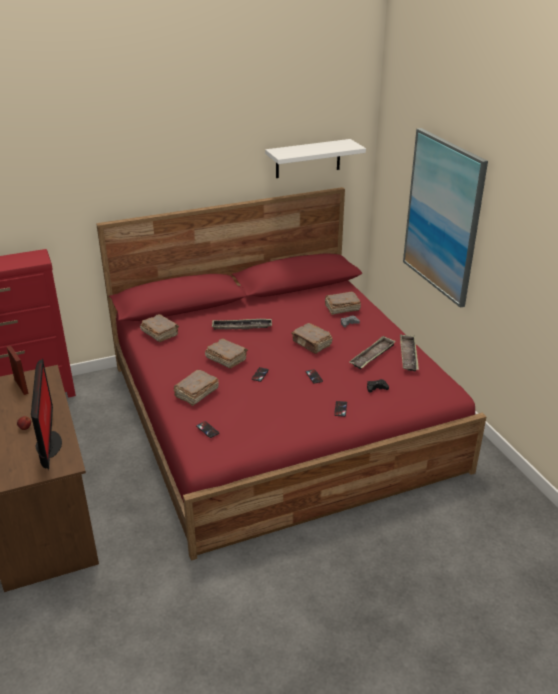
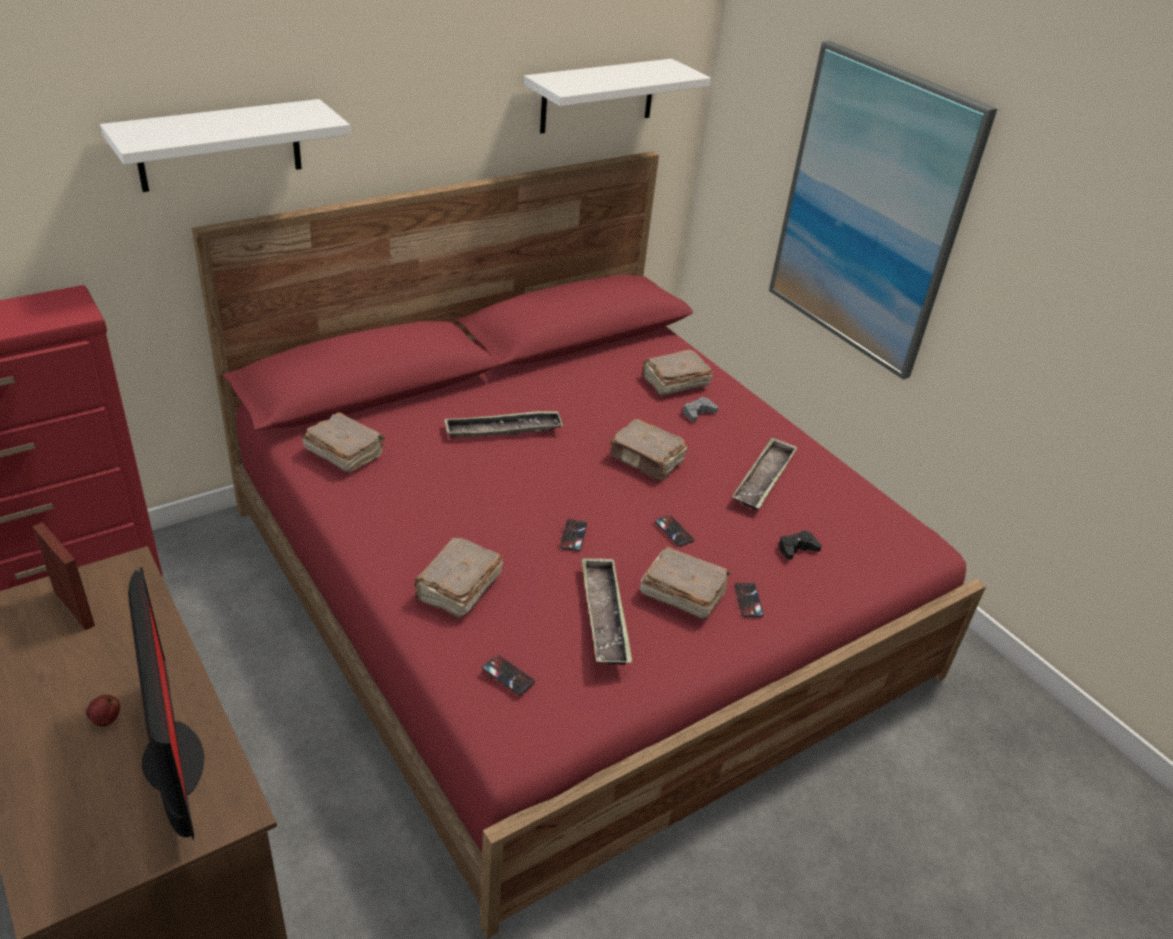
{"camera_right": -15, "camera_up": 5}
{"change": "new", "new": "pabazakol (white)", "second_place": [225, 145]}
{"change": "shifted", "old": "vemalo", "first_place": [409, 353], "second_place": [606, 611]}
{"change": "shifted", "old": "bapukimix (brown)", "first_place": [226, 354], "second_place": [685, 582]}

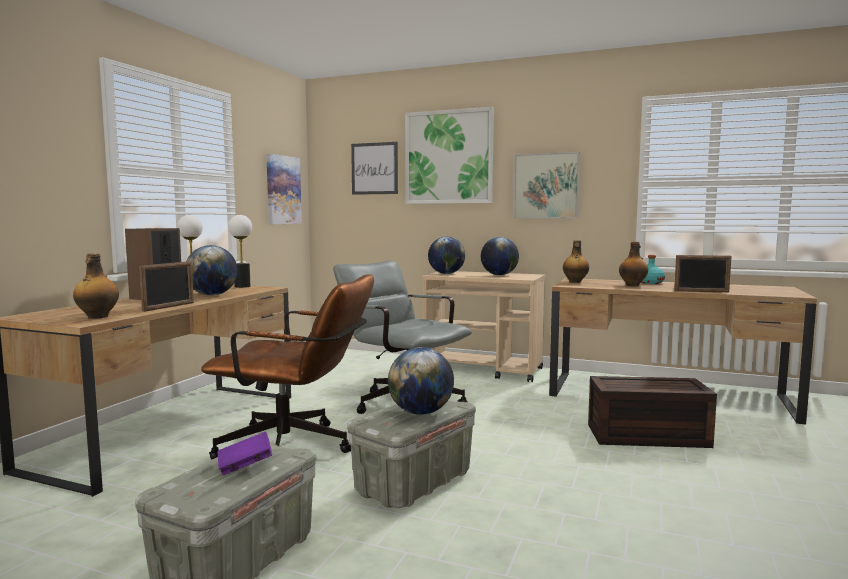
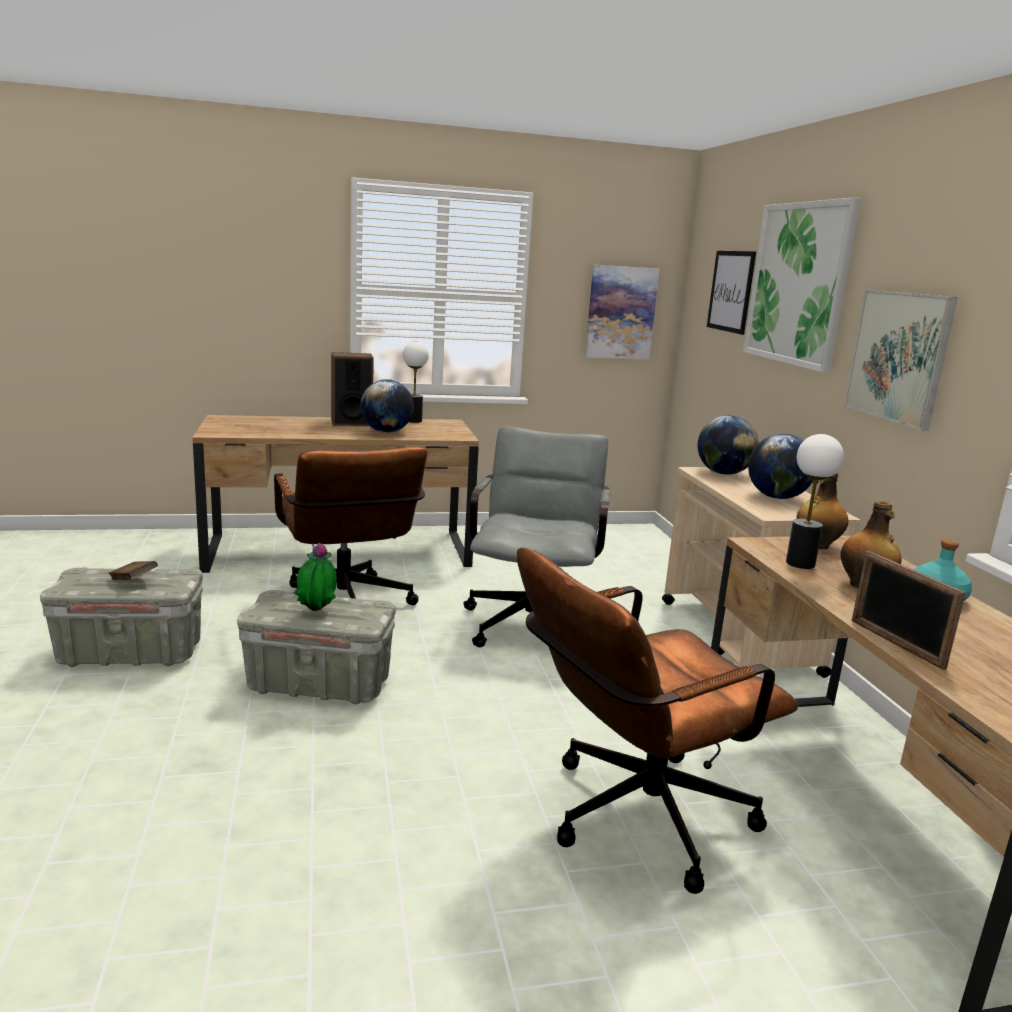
{"camera_right": 55, "camera_up": 10}
{"change": "repainted", "old": "bapukimix (purple)", "new": "bapukimix (brown)", "first_place": [244, 453], "second_place": [133, 570]}
{"change": "swapped", "old": "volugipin", "new": "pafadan", "first_place": [421, 381], "second_place": [315, 577]}
{"change": "swapped", "old": "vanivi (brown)", "new": "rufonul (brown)", "first_place": [652, 412], "second_place": [657, 721]}
{"change": "shifted", "old": "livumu", "first_place": [240, 251], "second_place": [815, 501]}
{"change": "gone", "old": "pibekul", "first_place": [96, 286]}
{"change": "gone", "old": "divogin", "first_place": [166, 286]}

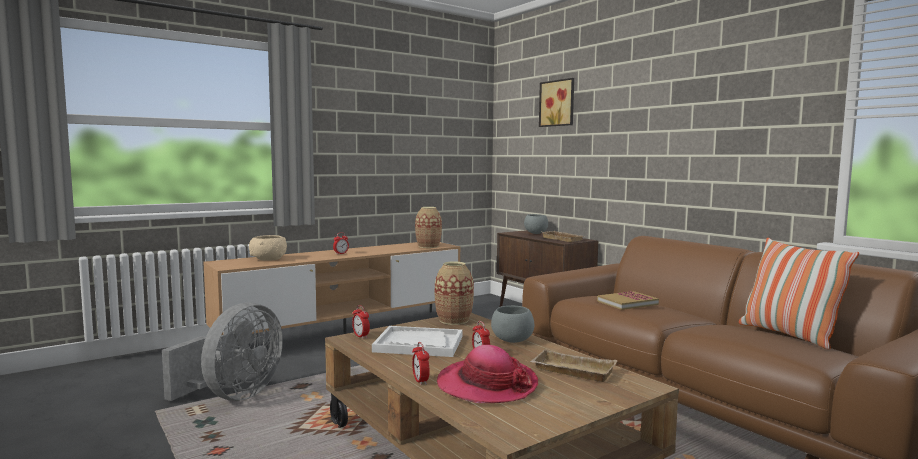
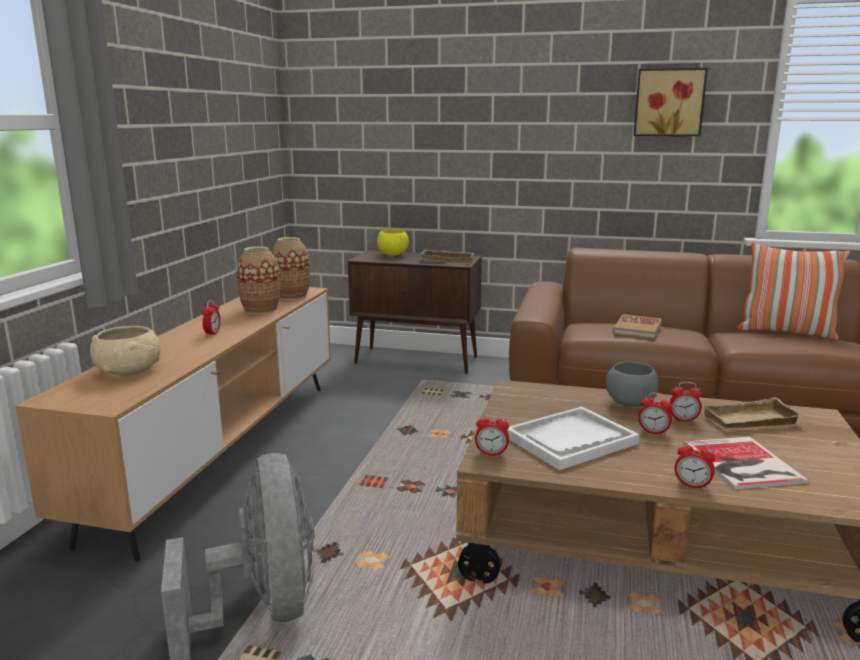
{"camera_right": -40, "camera_up": 10}
{"change": "shifted", "old": "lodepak", "first_place": [454, 293], "second_place": [258, 280]}
{"change": "repainted", "old": "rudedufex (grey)", "new": "rudedufex (yellow)", "first_place": [536, 224], "second_place": [393, 243]}
{"change": "shifted", "old": "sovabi", "first_place": [556, 102], "second_place": [670, 102]}
{"change": "new", "new": "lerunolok", "second_place": [686, 402]}
{"change": "swapped", "old": "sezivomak", "new": "bapukimix", "first_place": [487, 374], "second_place": [746, 463]}

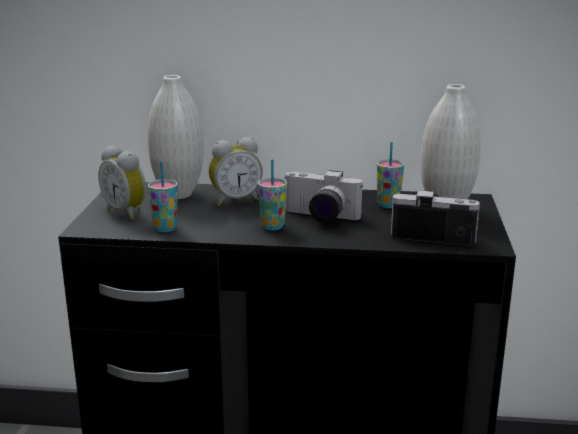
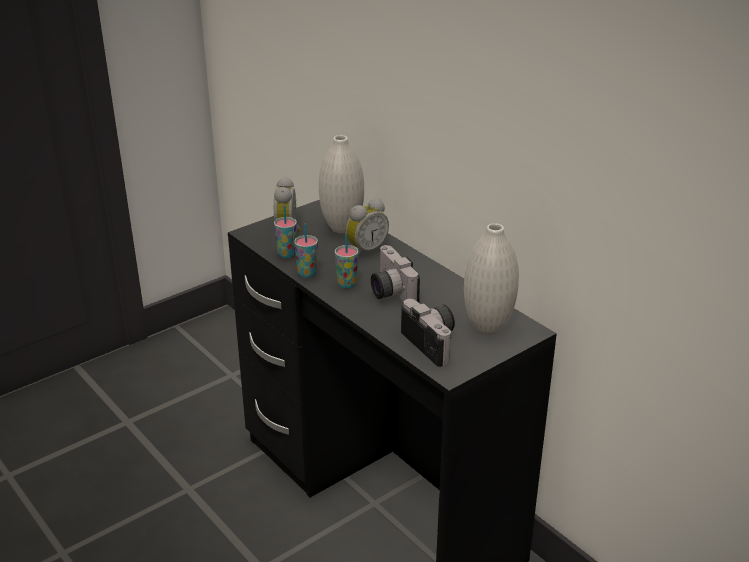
{"camera_right": 45, "camera_up": 10}
{"change": "shifted", "old": "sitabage", "first_place": [390, 175], "second_place": [306, 251]}
{"change": "rotated", "old": "lerunolok", "first_place": [236, 171], "second_place": [367, 228], "degrees": -60}

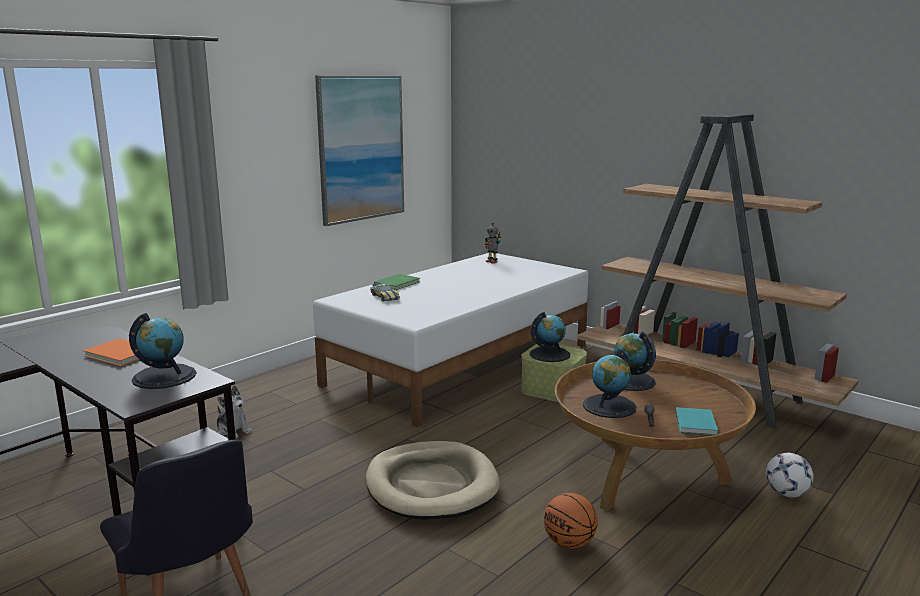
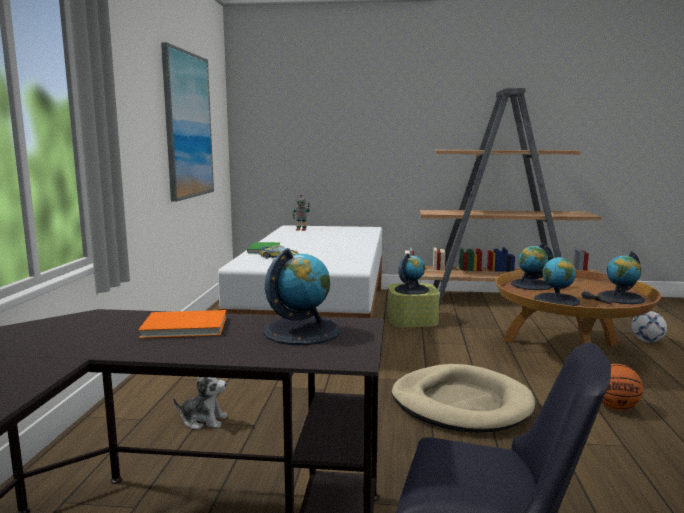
{"camera_right": -35, "camera_up": -5}
{"change": "swapped", "old": "bapukimix (turquoise)", "new": "volugipin", "first_place": [696, 421], "second_place": [621, 277]}

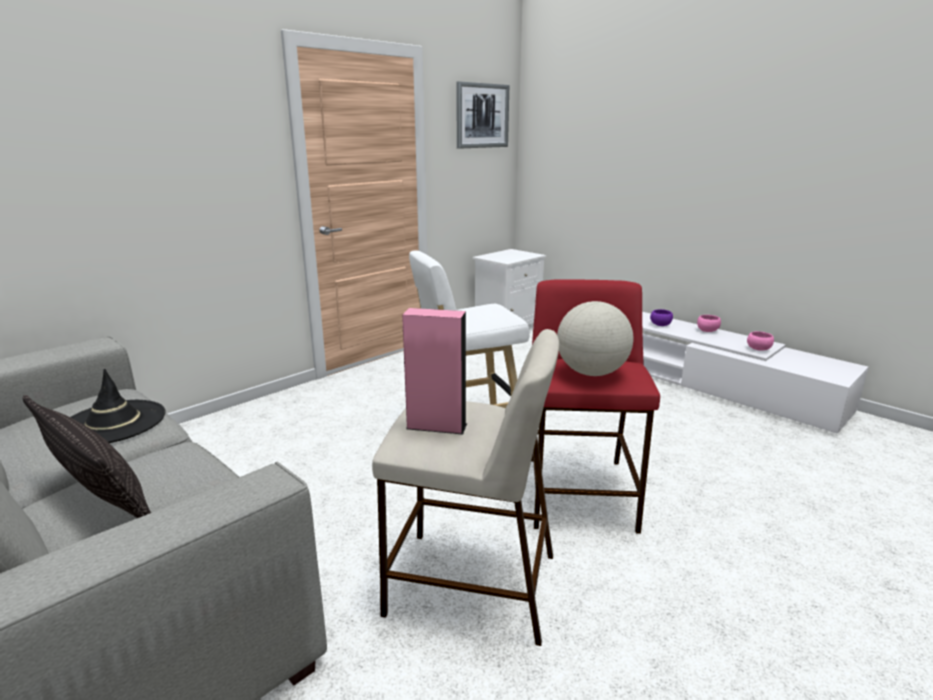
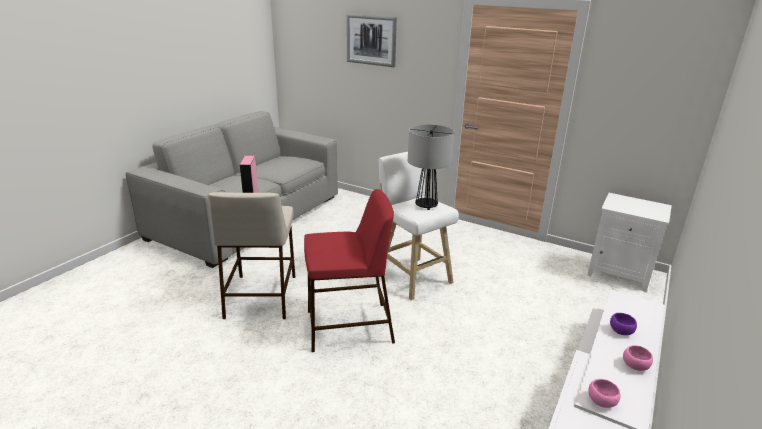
{"camera_right": 75, "camera_up": 5}
{"change": "shifted", "old": "sovabi", "first_place": [482, 114], "second_place": [371, 40]}
{"change": "new", "new": "livumu", "second_place": [431, 167]}
{"change": "gone", "old": "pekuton", "first_place": [86, 456]}
{"change": "gone", "old": "sezivomak (black)", "first_place": [117, 405]}
{"change": "gone", "old": "volugipin", "first_place": [595, 338]}

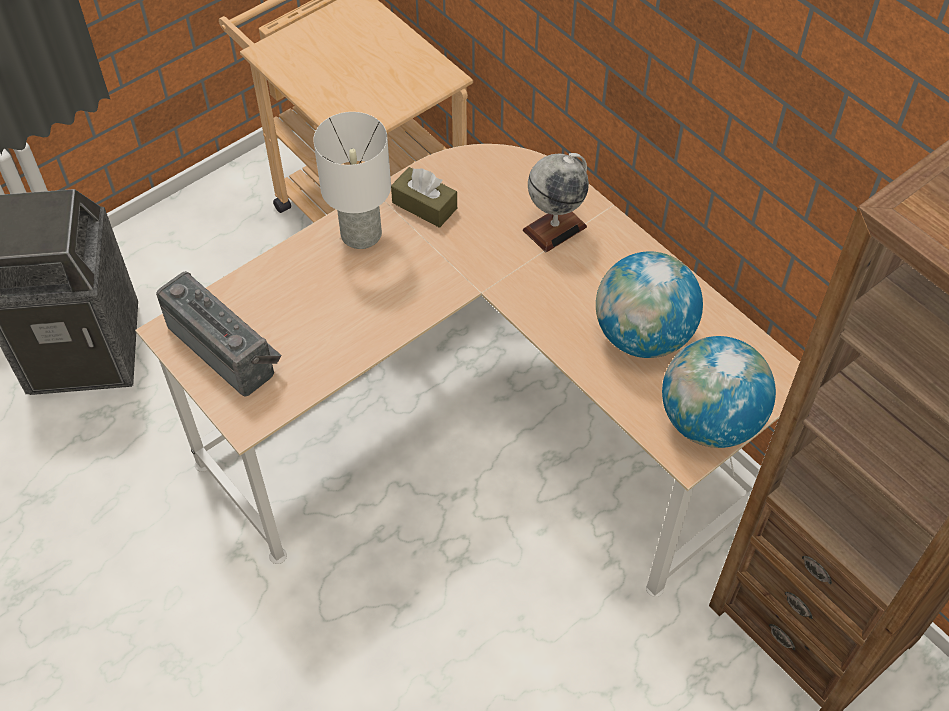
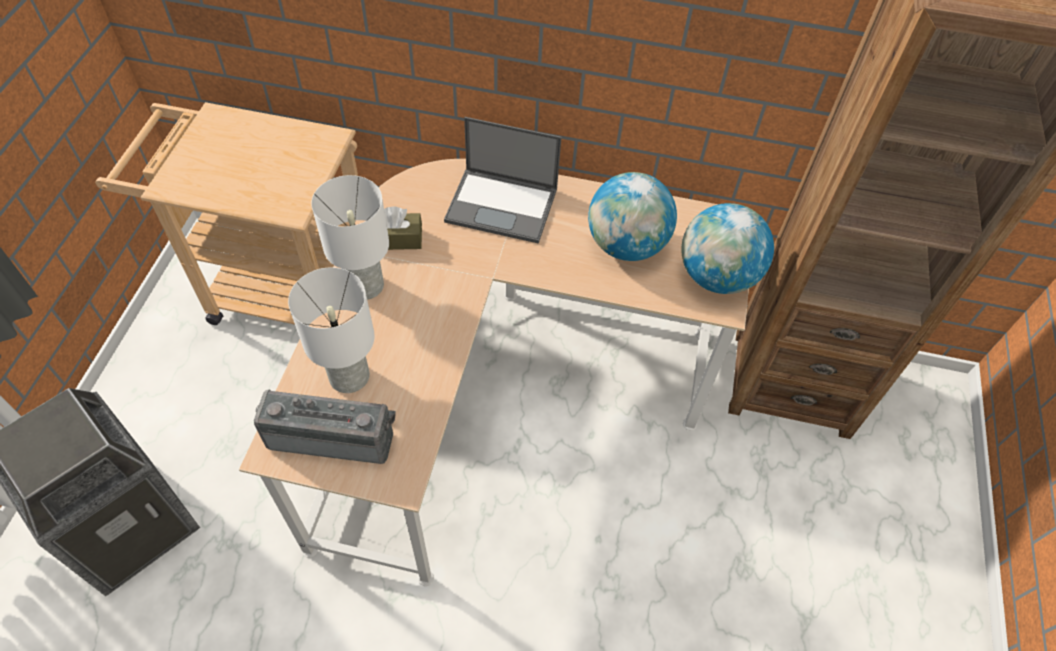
{"camera_right": -40, "camera_up": 0}
{"change": "new", "new": "livumu (white)", "second_place": [331, 330]}
{"change": "swapped", "old": "volugipin", "new": "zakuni", "first_place": [556, 203], "second_place": [503, 180]}

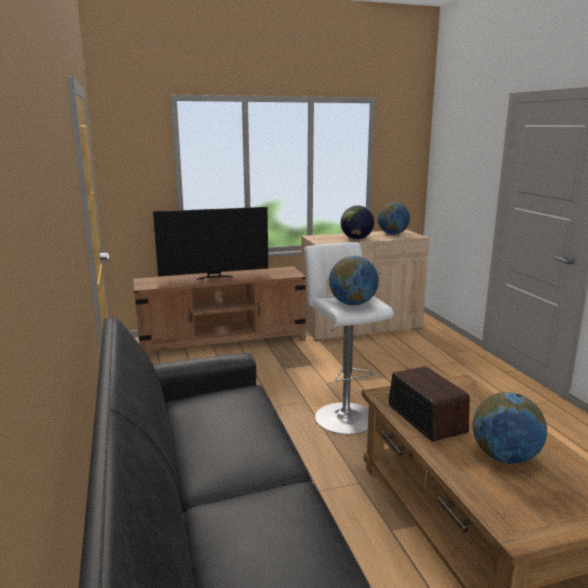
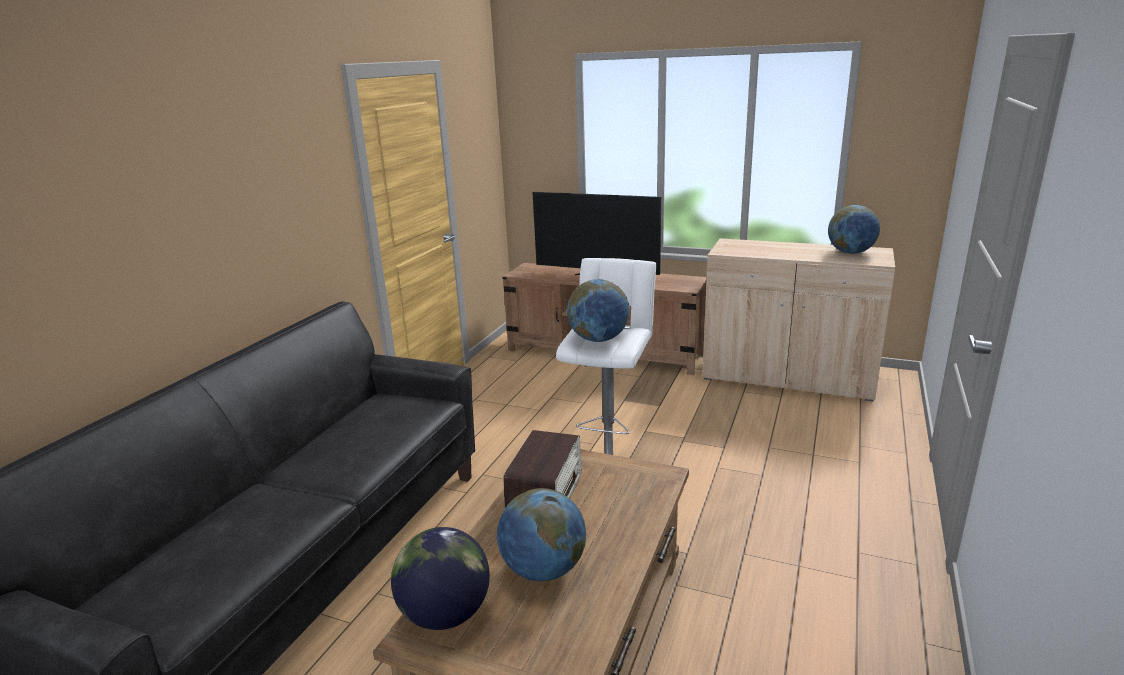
{"camera_right": 40, "camera_up": 5}
{"change": "shifted", "old": "volugipin", "first_place": [357, 222], "second_place": [440, 578]}

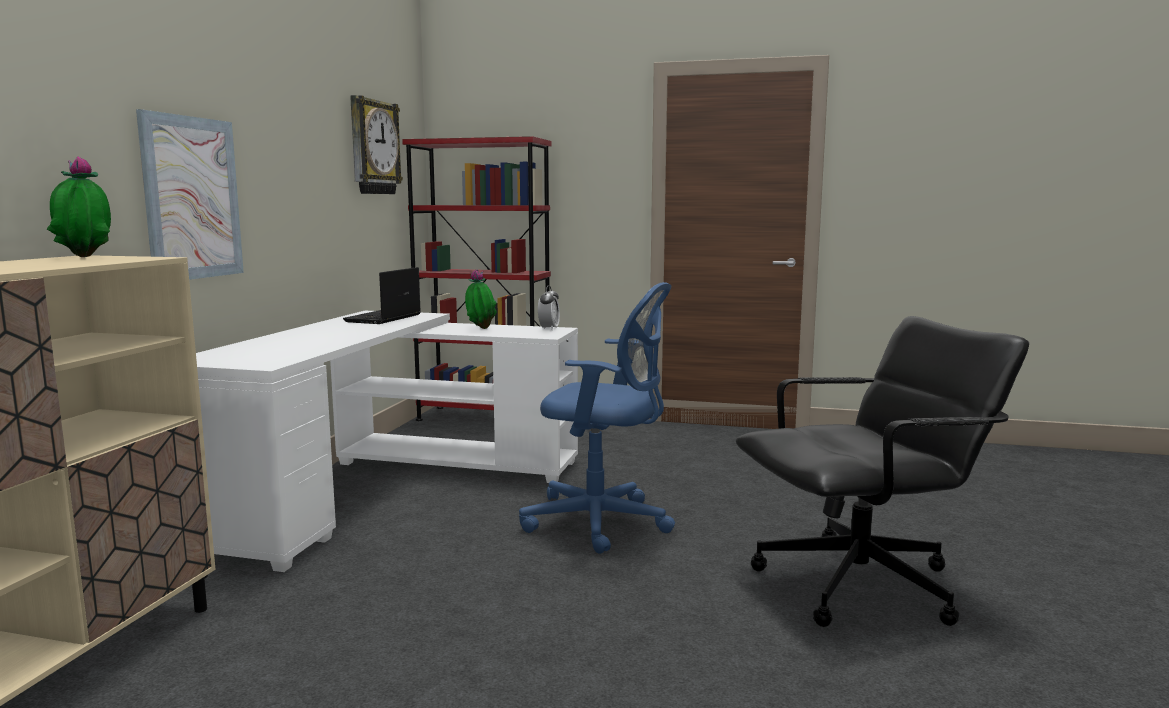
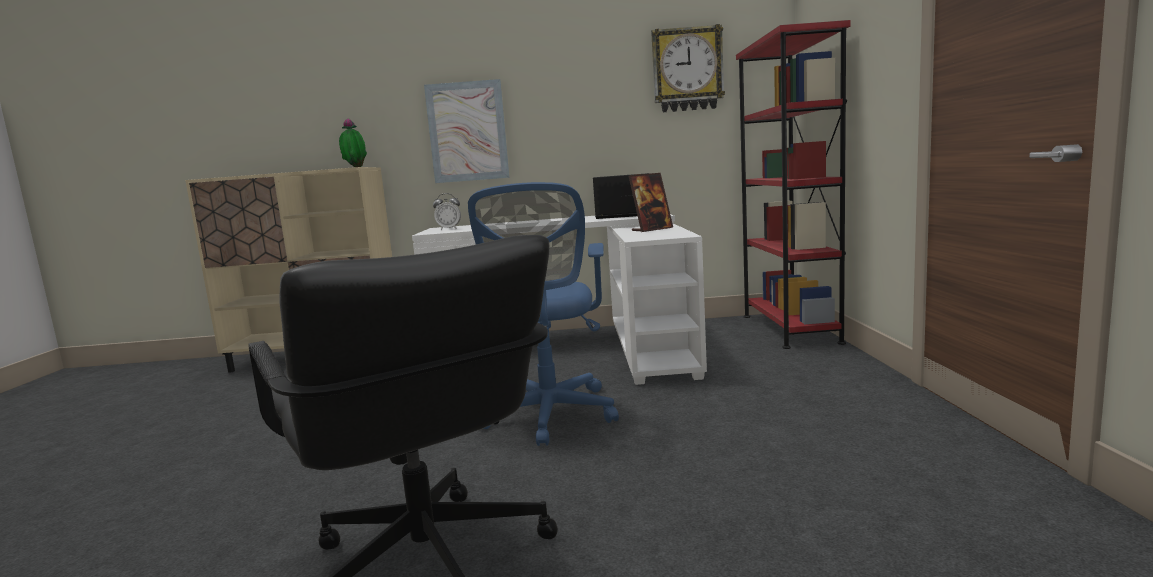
{"camera_right": 75, "camera_up": 0}
{"change": "shifted", "old": "lerunolok", "first_place": [549, 308], "second_place": [447, 211]}
{"change": "swapped", "old": "pafadan", "new": "divogin", "first_place": [481, 299], "second_place": [650, 202]}

